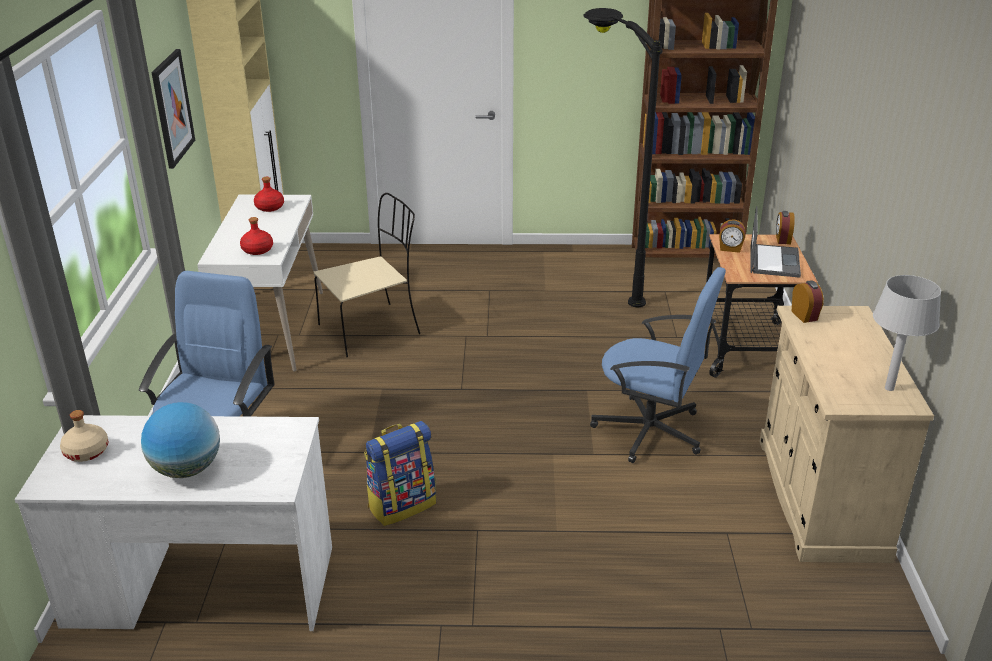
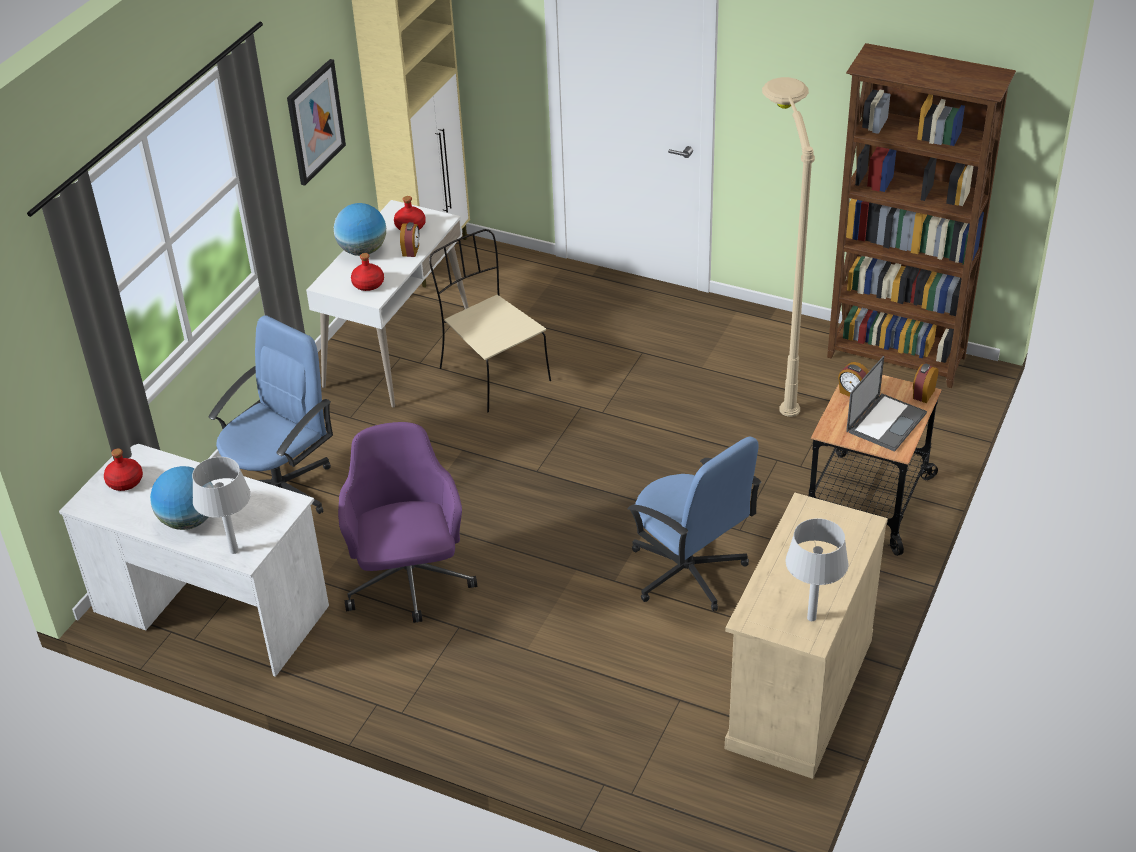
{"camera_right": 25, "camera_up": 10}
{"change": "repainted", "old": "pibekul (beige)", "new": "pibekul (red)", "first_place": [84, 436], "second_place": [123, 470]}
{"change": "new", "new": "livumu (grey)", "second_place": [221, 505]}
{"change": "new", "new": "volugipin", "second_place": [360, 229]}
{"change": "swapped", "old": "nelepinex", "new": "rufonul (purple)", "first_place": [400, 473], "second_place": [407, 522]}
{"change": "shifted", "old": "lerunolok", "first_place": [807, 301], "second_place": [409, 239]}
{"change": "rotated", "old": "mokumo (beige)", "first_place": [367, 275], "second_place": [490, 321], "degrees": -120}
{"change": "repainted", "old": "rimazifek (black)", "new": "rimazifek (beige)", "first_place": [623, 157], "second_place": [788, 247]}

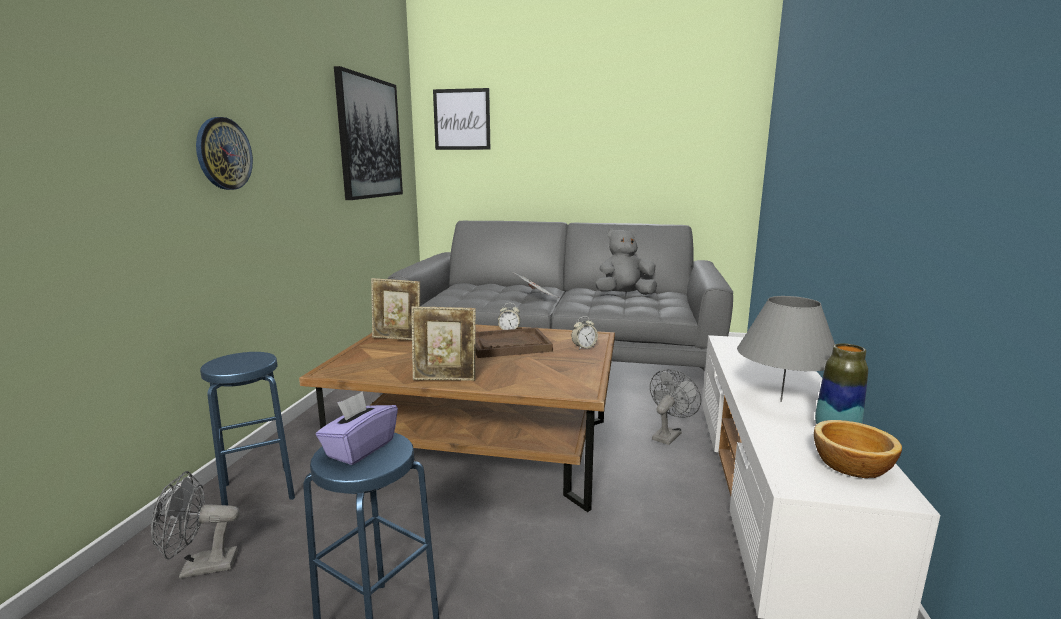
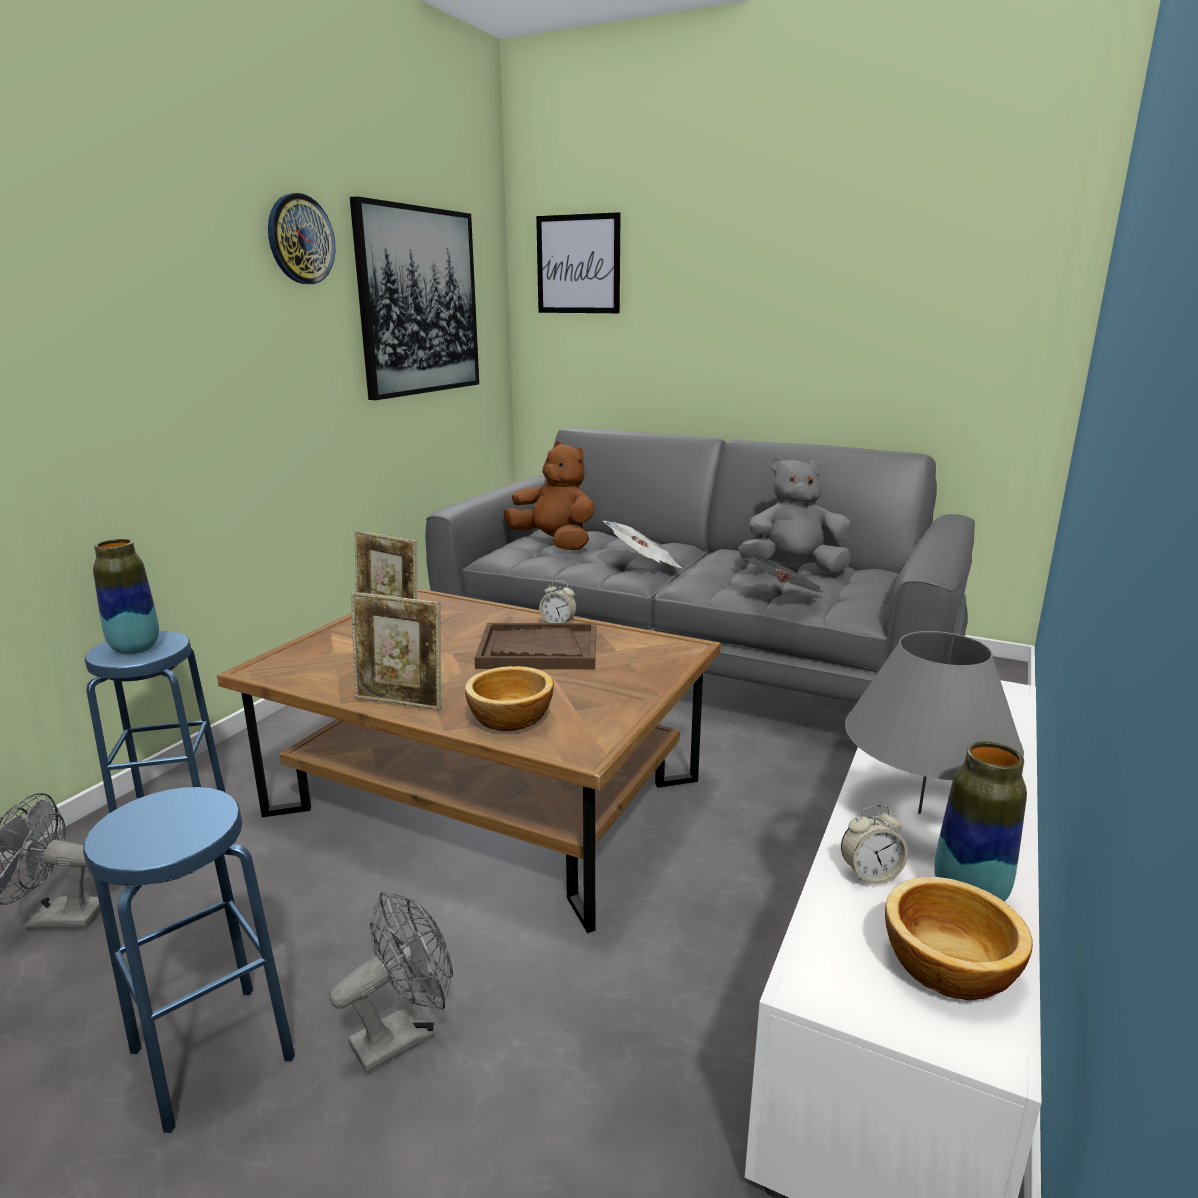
{"camera_right": 15, "camera_up": 5}
{"change": "new", "new": "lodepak", "second_place": [126, 597]}
{"change": "shifted", "old": "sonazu", "first_place": [224, 153], "second_place": [302, 238]}
{"change": "shifted", "old": "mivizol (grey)", "first_place": [676, 407], "second_place": [391, 983]}
{"change": "new", "new": "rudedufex", "second_place": [509, 698]}
{"change": "new", "new": "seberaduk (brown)", "second_place": [549, 495]}
{"change": "new", "new": "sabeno", "second_place": [782, 575]}
{"change": "shifted", "old": "lerunolok", "first_place": [584, 333], "second_place": [874, 844]}
{"change": "gone", "old": "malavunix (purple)", "first_place": [357, 428]}

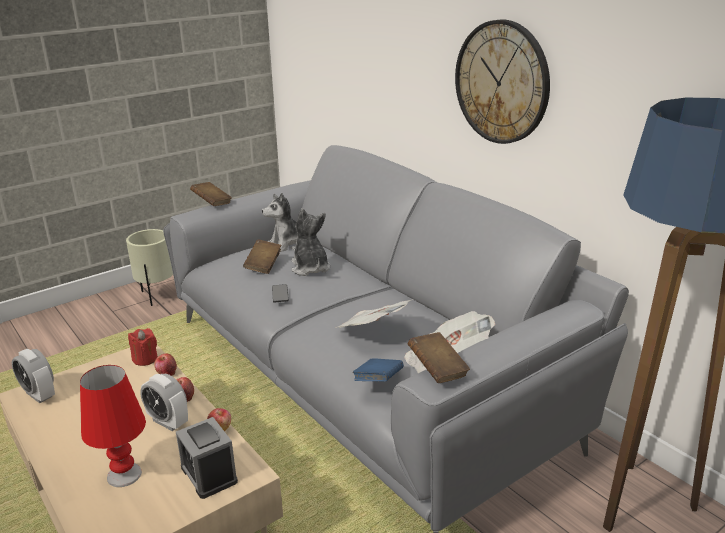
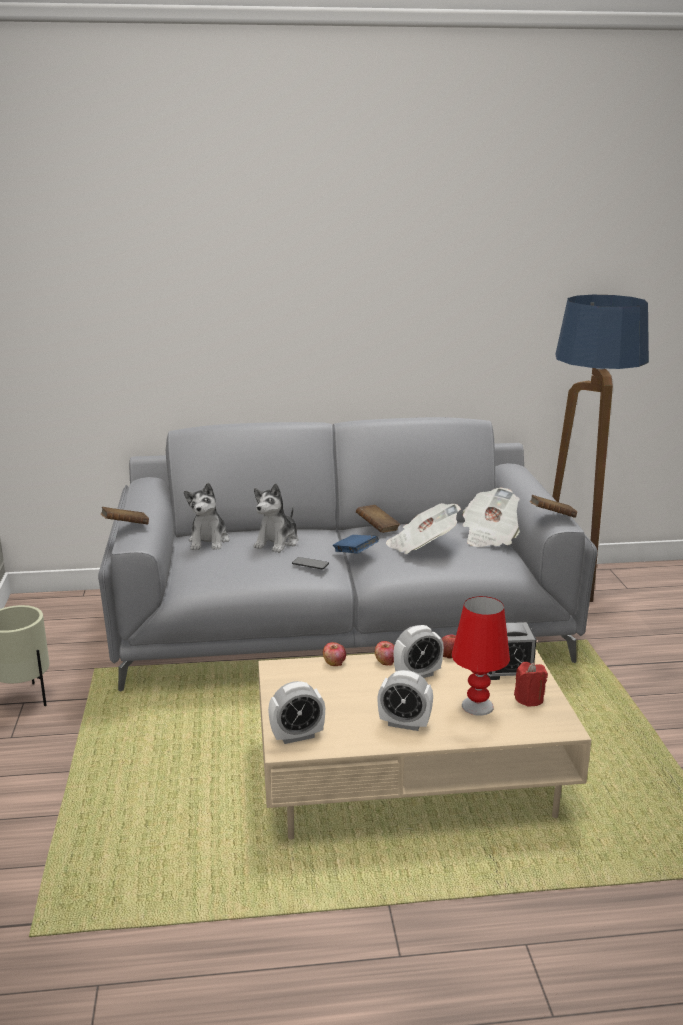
{"camera_right": -60, "camera_up": -5}
{"change": "rotated", "old": "seberaduk", "first_place": [310, 242], "second_place": [276, 518], "degrees": -75}
{"change": "shifted", "old": "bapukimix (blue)", "first_place": [378, 370], "second_place": [356, 544]}
{"change": "shifted", "old": "bapukimix (brown)", "first_place": [262, 256], "second_place": [378, 519]}
{"change": "new", "new": "lerunolok", "second_place": [405, 700]}
{"change": "shifted", "old": "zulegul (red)", "first_place": [143, 347], "second_place": [531, 684]}
{"change": "gone", "old": "sonazu", "first_place": [502, 81]}

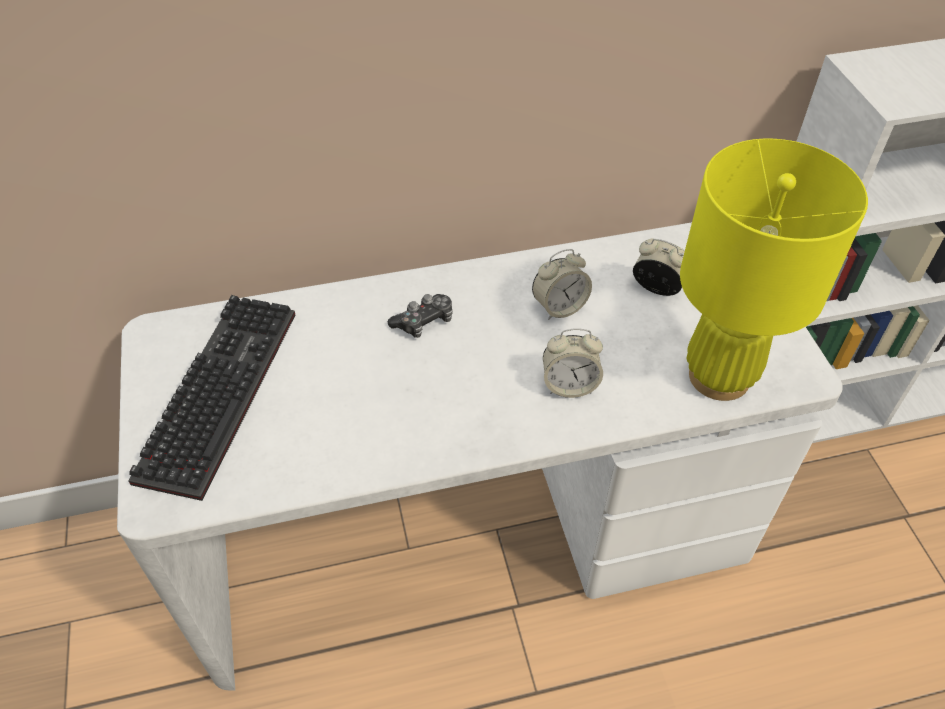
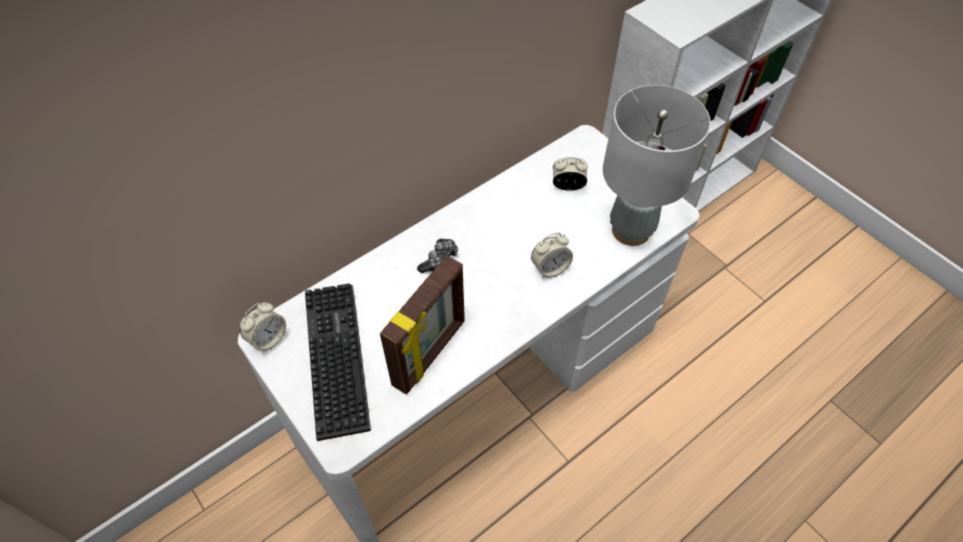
{"camera_right": -25, "camera_up": 5}
{"change": "shifted", "old": "lerunolok", "first_place": [562, 284], "second_place": [263, 327]}
{"change": "new", "new": "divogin", "second_place": [422, 324]}
{"change": "repainted", "old": "livumu (yellow)", "new": "livumu (grey)", "first_place": [774, 270], "second_place": [657, 165]}

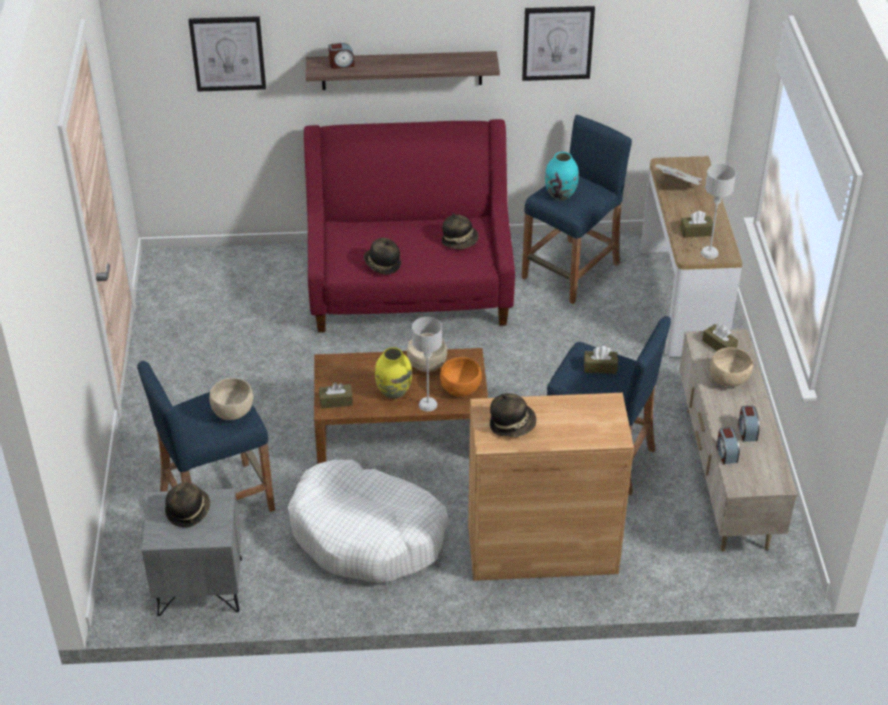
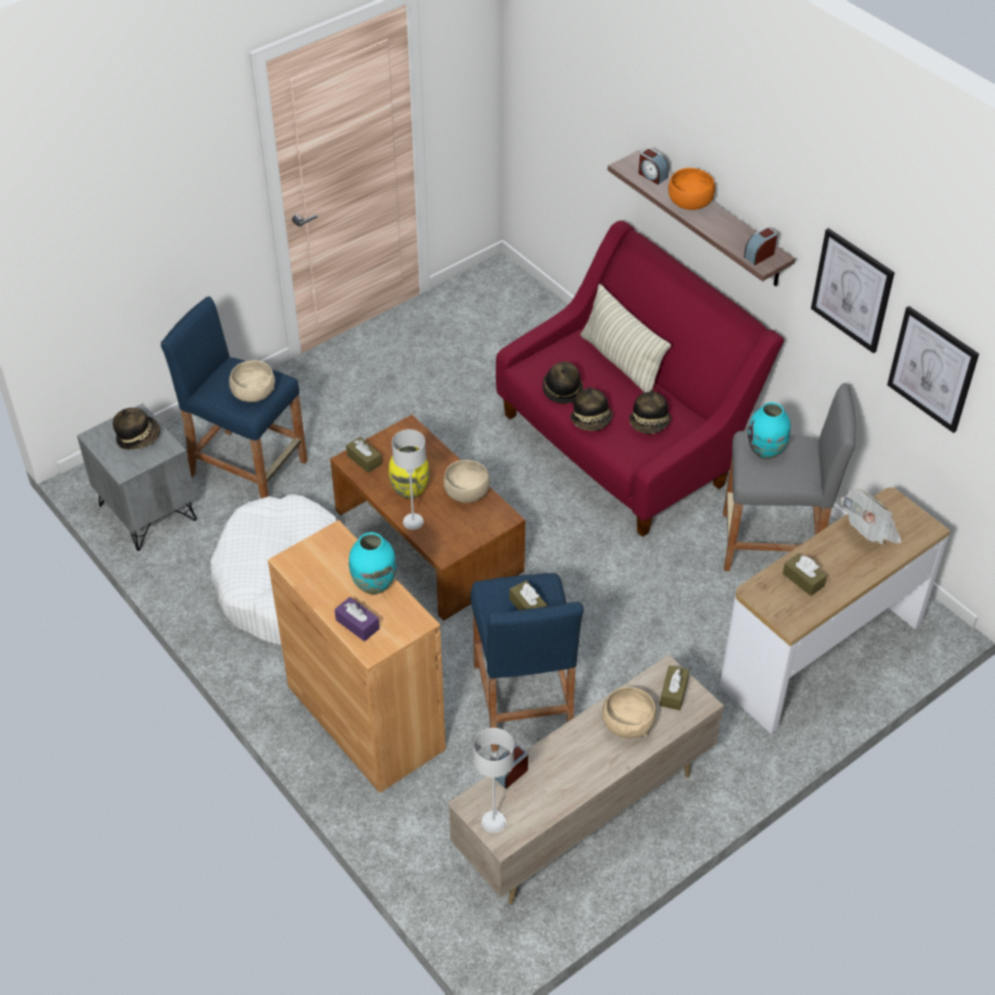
{"camera_right": 55, "camera_up": 5}
{"change": "new", "new": "malavunix (purple)", "second_place": [357, 619]}
{"change": "new", "new": "lodepak (turquoise)", "second_place": [372, 563]}
{"change": "shifted", "old": "livumu (grey)", "first_place": [718, 211], "second_place": [493, 780]}
{"change": "shifted", "old": "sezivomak", "first_place": [513, 415], "second_place": [591, 408]}
{"change": "new", "new": "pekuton", "second_place": [625, 338]}
{"change": "shifted", "old": "rudedufex (orange)", "first_place": [461, 376], "second_place": [691, 189]}
{"change": "repainted", "old": "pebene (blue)", "new": "pebene (grey)", "first_place": [577, 209], "second_place": [789, 477]}
{"change": "shifted", "old": "lerunolok", "first_place": [749, 424], "second_place": [760, 246]}
{"change": "shifted", "old": "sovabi", "first_place": [227, 54], "second_place": [933, 369]}

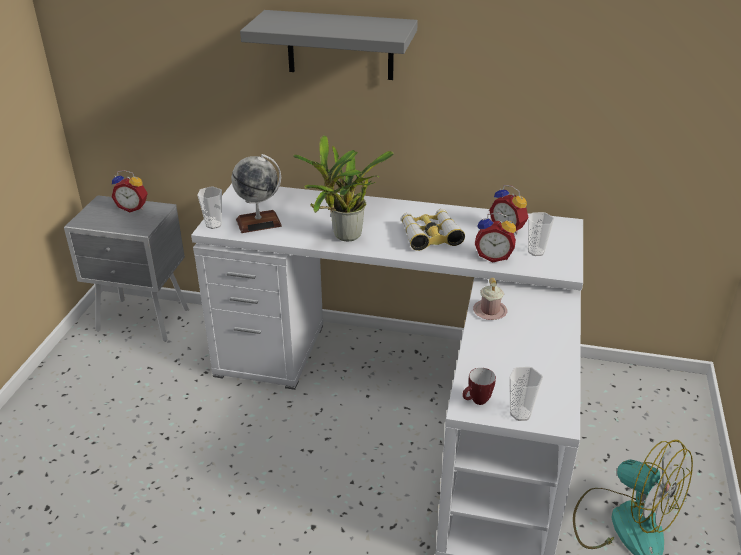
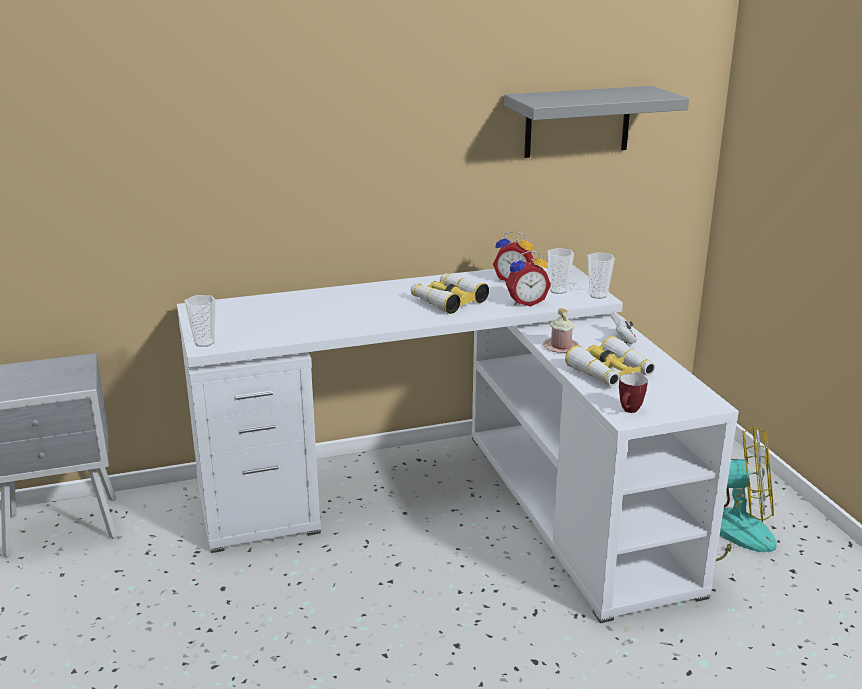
{"camera_right": -30, "camera_up": -10}
{"change": "shifted", "old": "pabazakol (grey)", "first_place": [329, 45], "second_place": [596, 122]}
{"change": "new", "new": "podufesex", "second_place": [610, 361]}
{"change": "shifted", "old": "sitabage", "first_place": [526, 394], "second_place": [601, 275]}
{"change": "new", "new": "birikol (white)", "second_place": [623, 327]}
{"change": "gone", "old": "lerunolok", "first_place": [129, 191]}
{"change": "gone", "old": "volugipin", "first_place": [257, 193]}
{"change": "gone", "old": "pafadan", "first_place": [343, 188]}

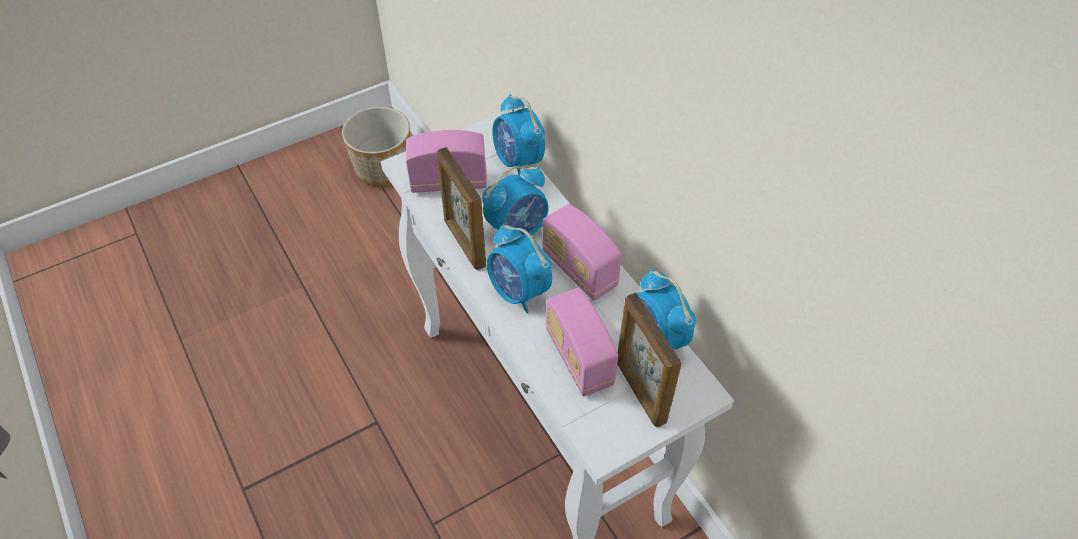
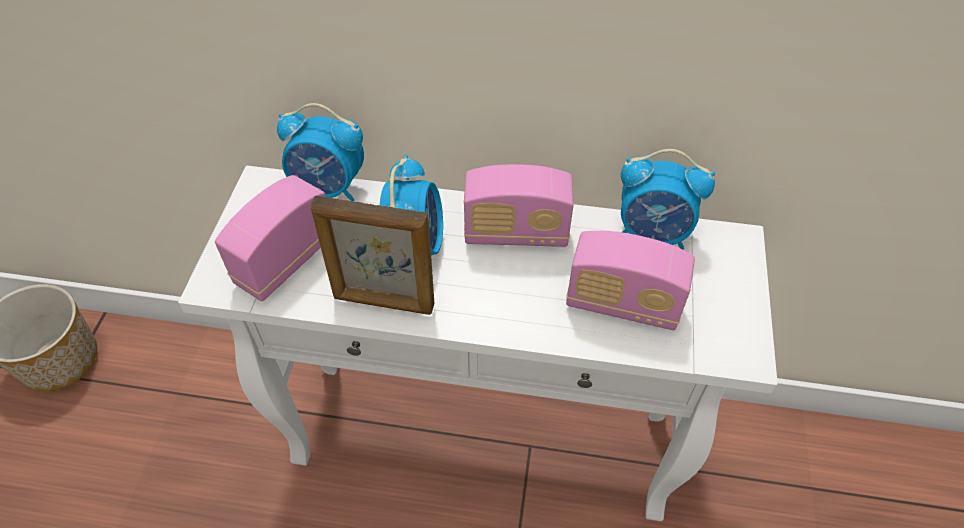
{"camera_right": -50, "camera_up": 0}
{"change": "gone", "old": "lerunolok", "first_place": [519, 268]}
{"change": "gone", "old": "divogin", "first_place": [649, 359]}

